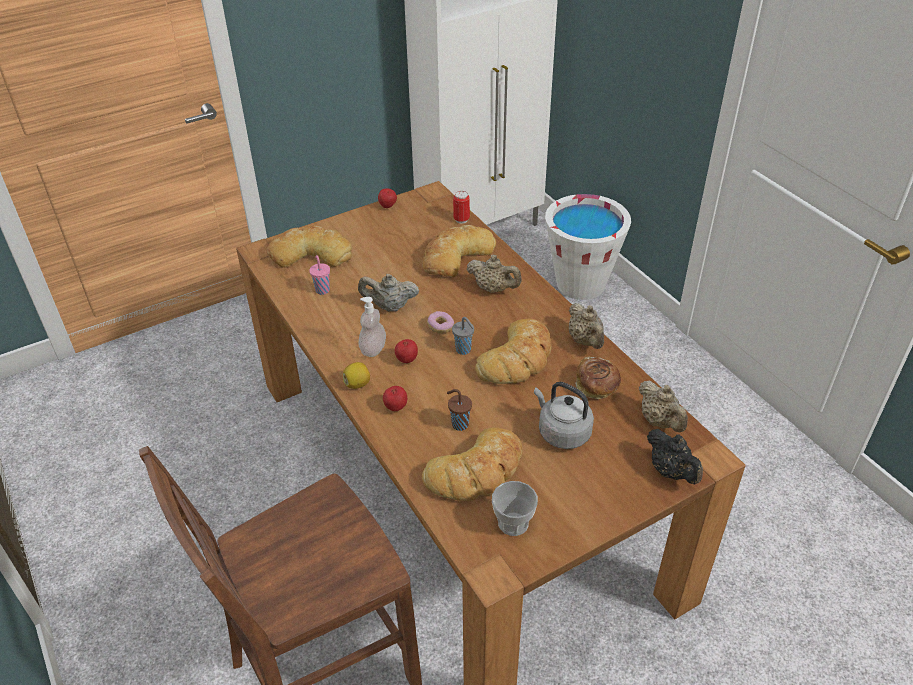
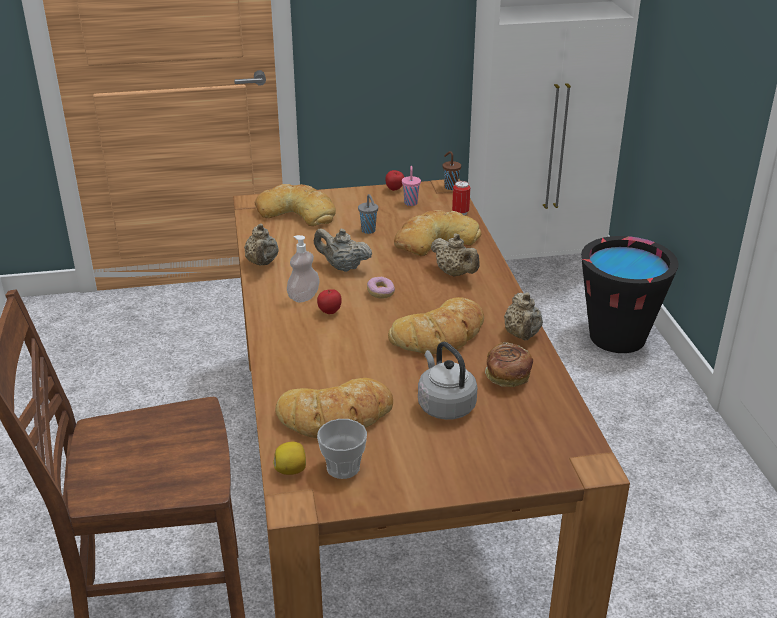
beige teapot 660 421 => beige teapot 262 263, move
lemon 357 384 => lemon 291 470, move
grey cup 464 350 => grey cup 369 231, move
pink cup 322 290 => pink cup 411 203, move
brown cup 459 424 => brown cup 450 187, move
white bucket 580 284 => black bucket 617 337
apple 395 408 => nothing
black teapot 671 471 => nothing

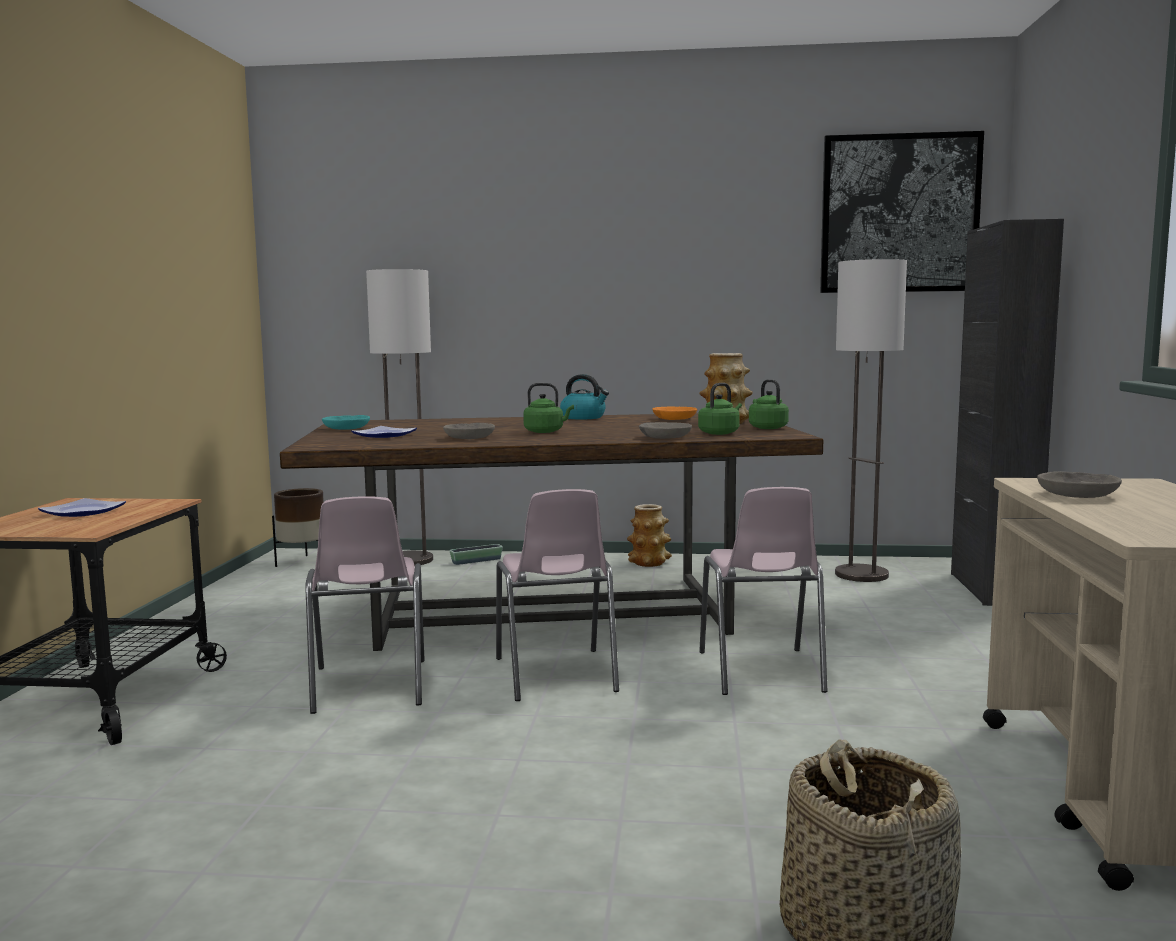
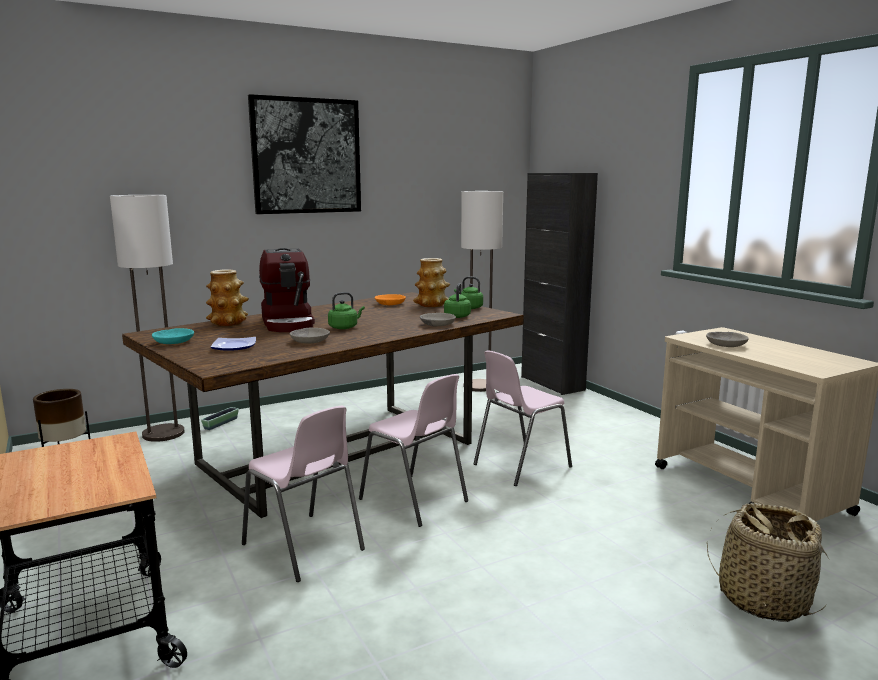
vase 649 563 => vase 228 323, move
picture 899 214 => picture 306 156, move
nothing => coffee machine 289 323
pink chair 760 672 => pink chair 520 465, 90 degrees clockwise
plate 81 512 => nothing
kettle 584 417 => nothing

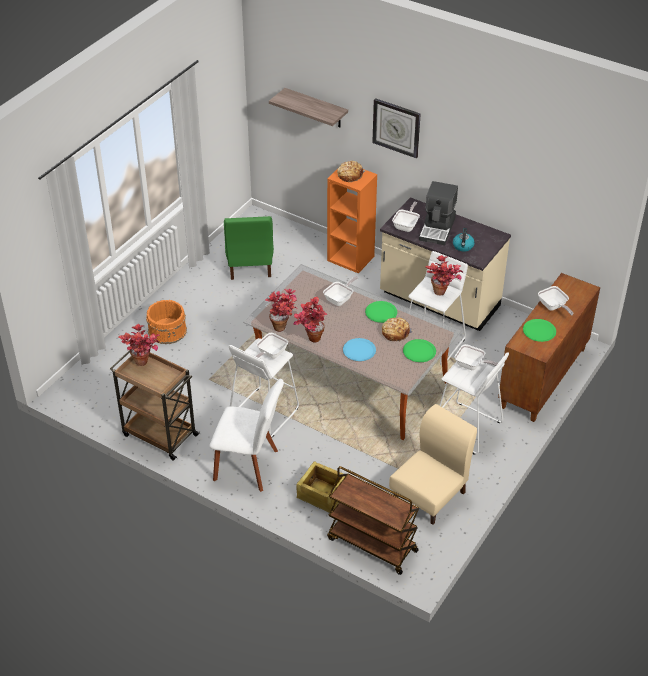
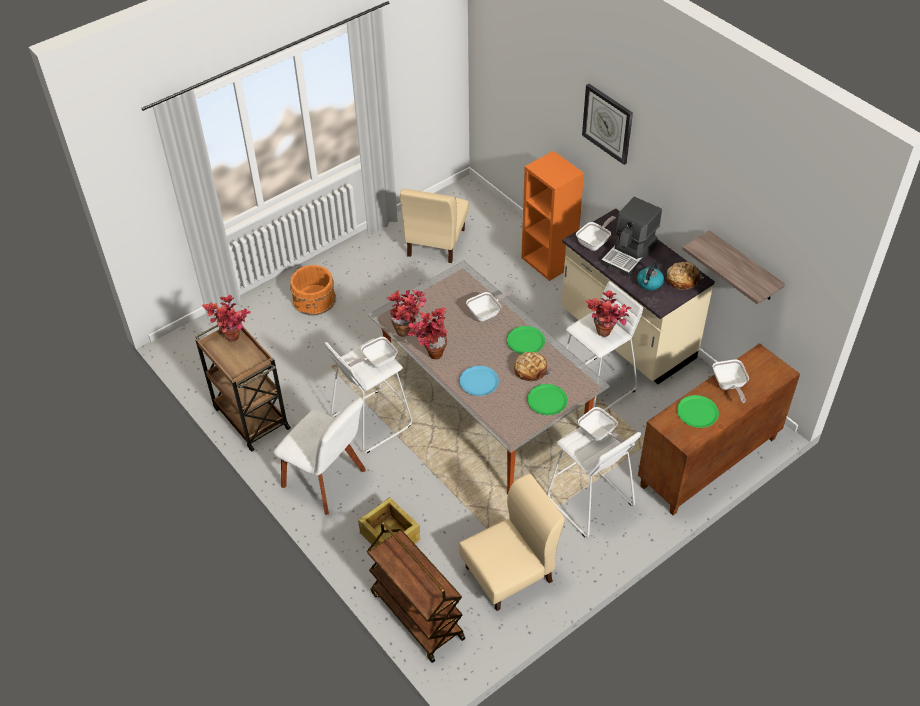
green chair 250 264 => beige chair 435 242
bread 350 175 => bread 682 279, move
shelf 316 108 => shelf 743 267, move

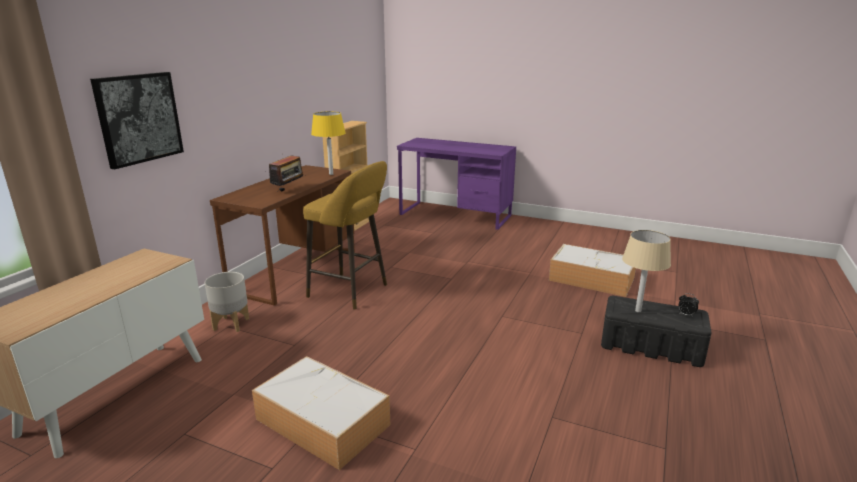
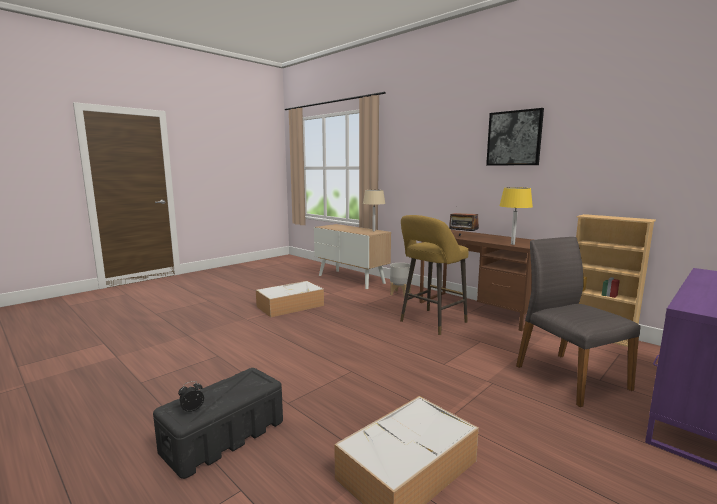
beige table lamp 638 311 => beige table lamp 373 231, move
picture 139 118 => picture 514 138, move
nothing => grey chair 569 377

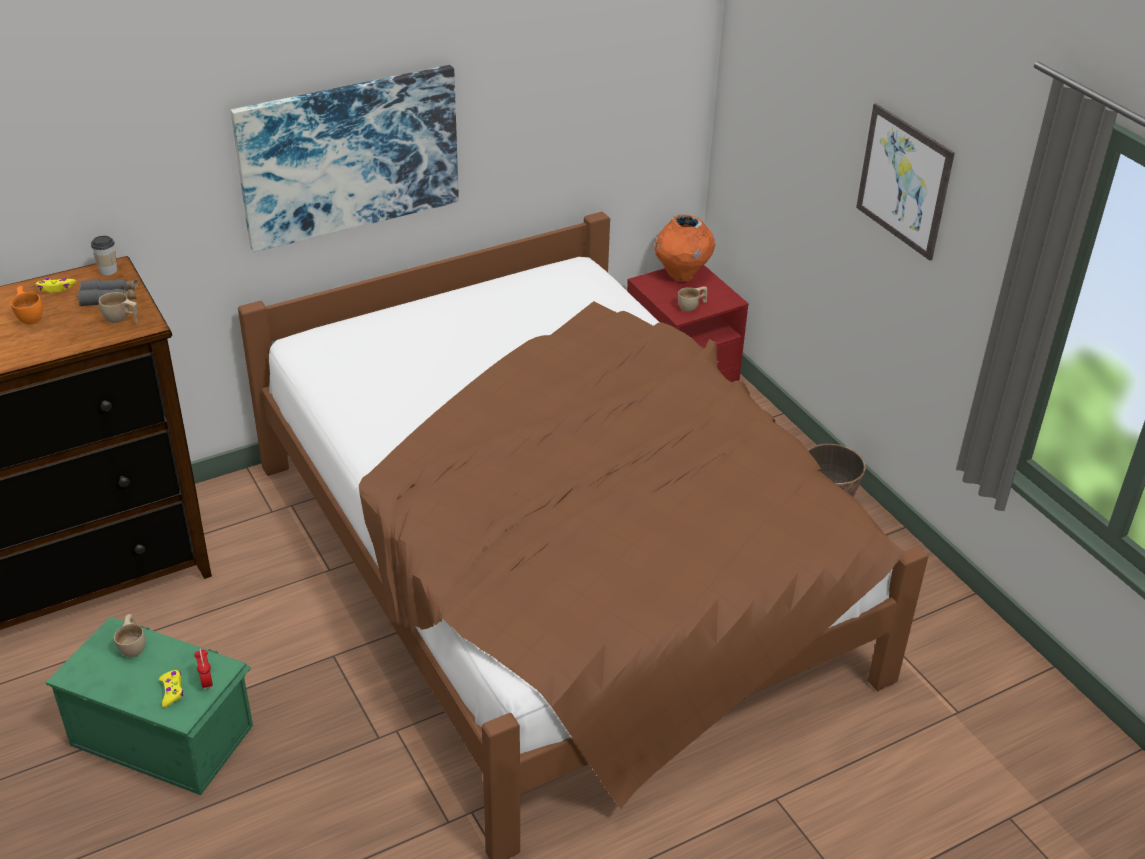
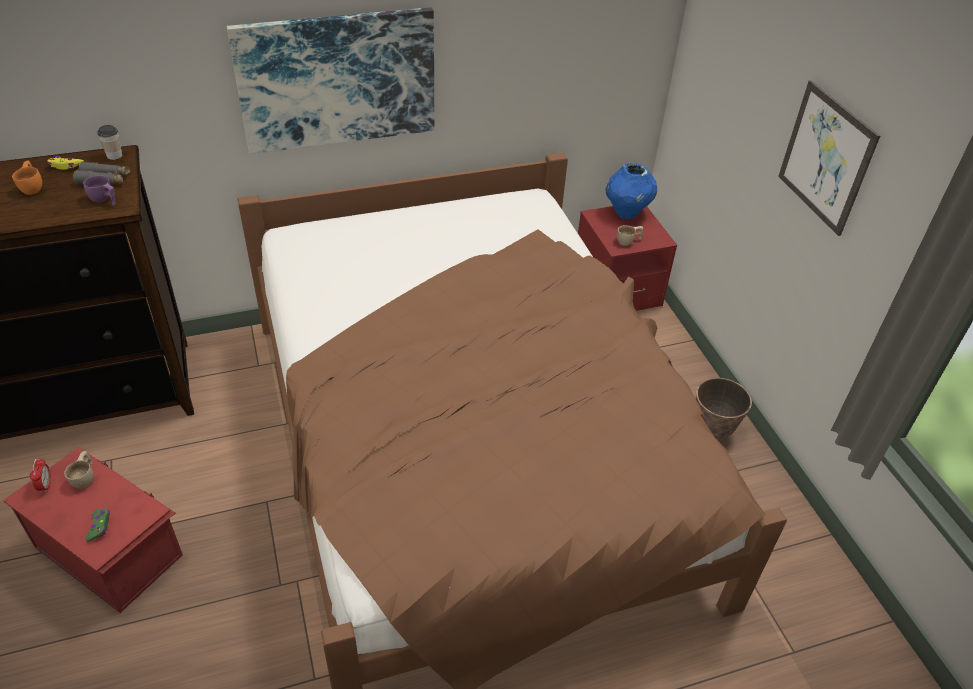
green storage box 163 733 => red storage box 109 549
alarm clock 206 682 => alarm clock 45 485, move
beige cup 121 320 => purple cup 104 200
yellow game controller 172 691 => green game controller 99 526
orange vase 681 274 => blue vase 626 213

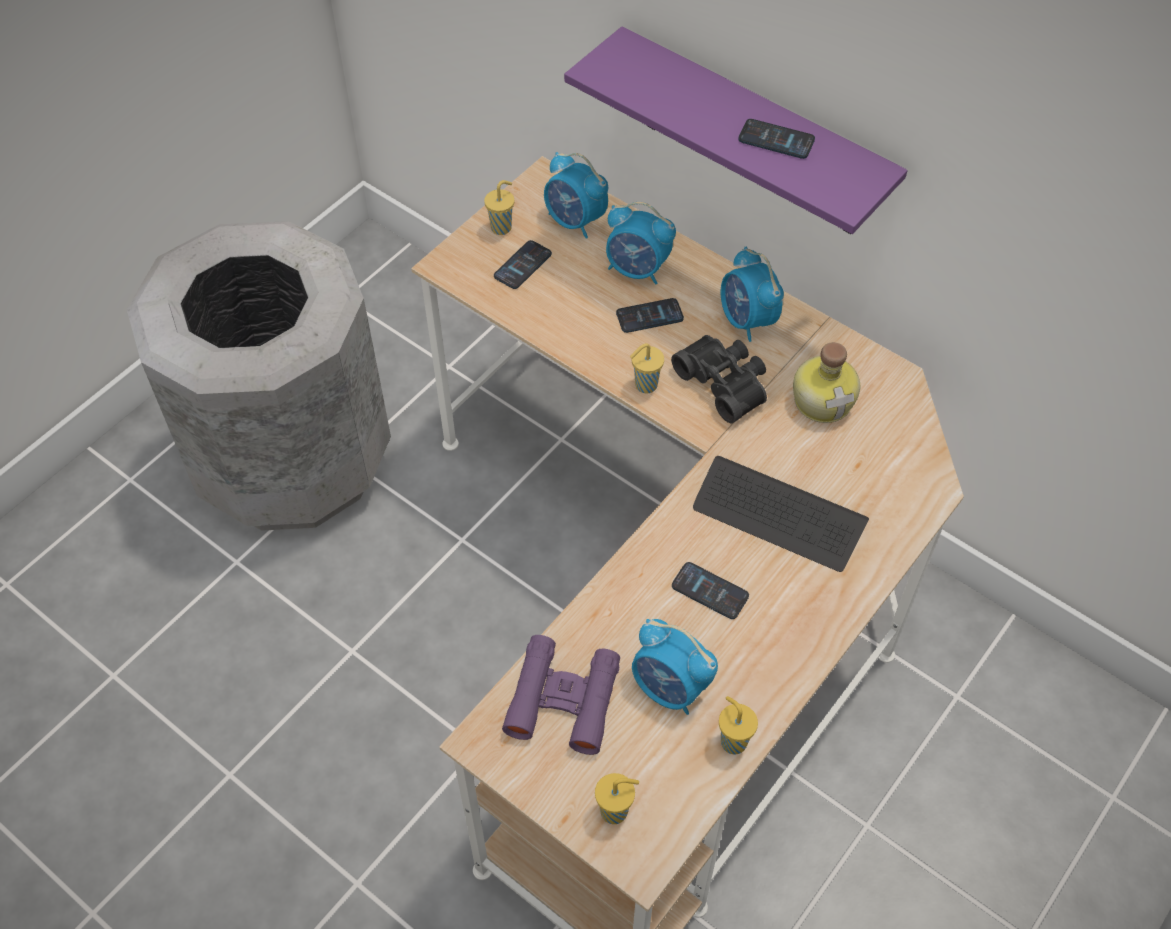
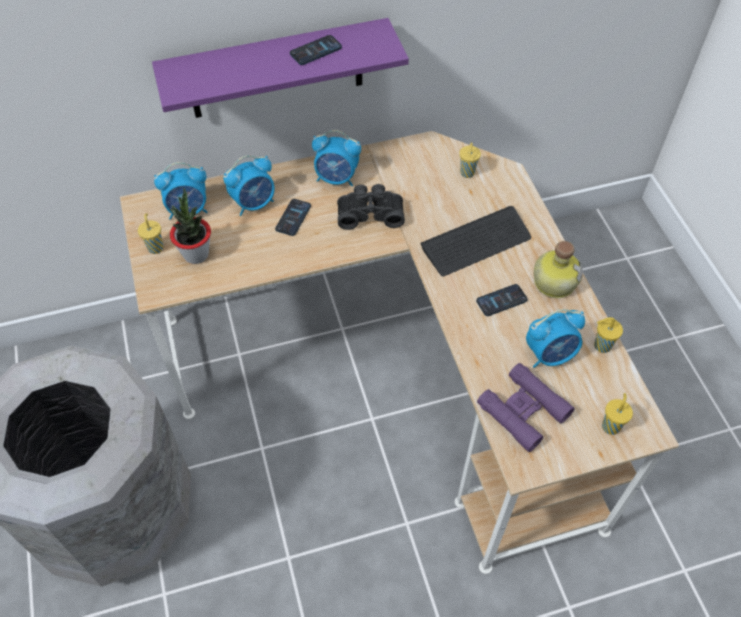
phone 522 265 => potted plant 196 254
yellow cup 644 385 => yellow cup 467 173, move
bottle 823 400 => bottle 553 281, move

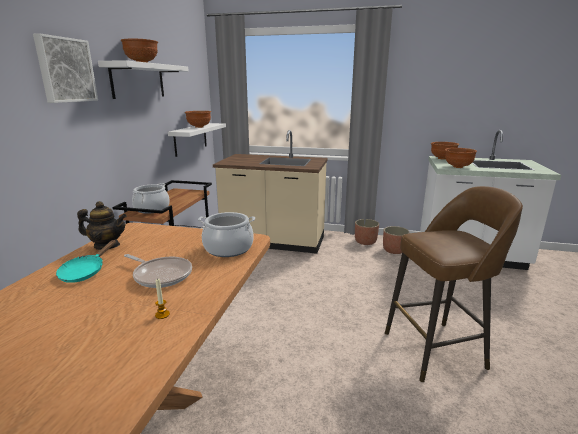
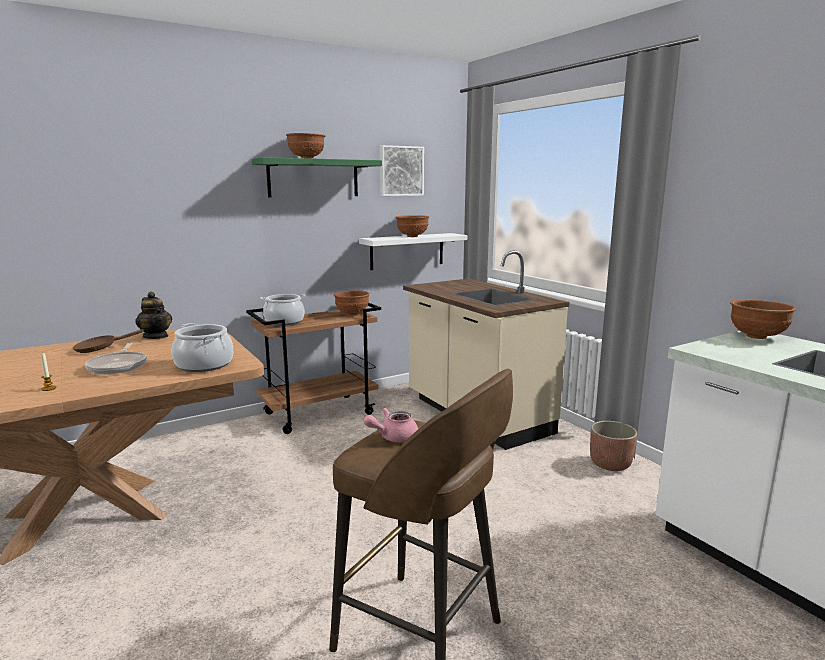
turquoise frying pan 85 272 => brown frying pan 100 349
white shelf 138 81 => green shelf 313 178
brown bowl 457 167 => brown bowl 352 314, move
nothing => pink teapot 393 437
picture 65 70 => picture 400 171, move
planter 394 250 => nothing

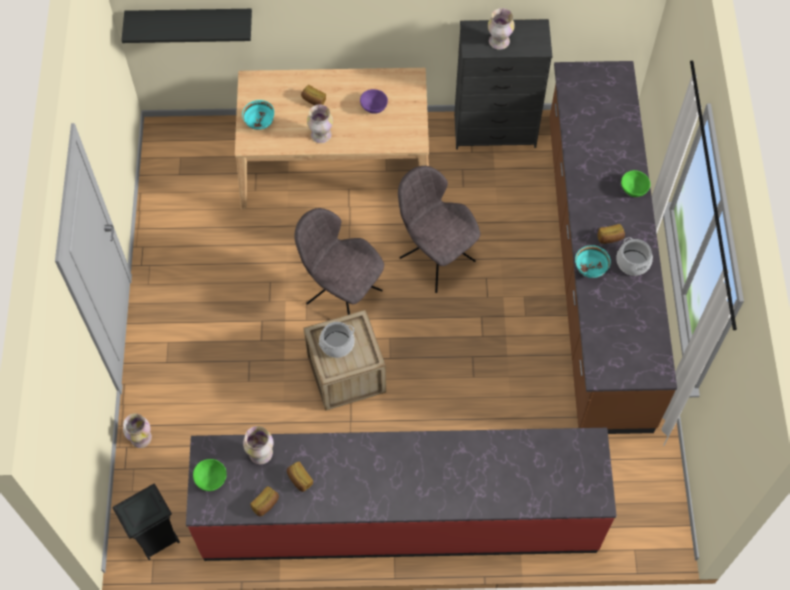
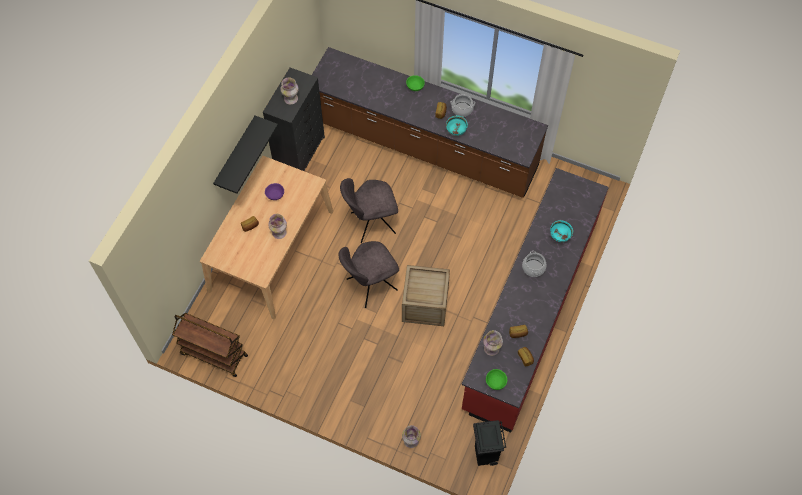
nothing => brown cart 213 355
black shelf 190 19 => black shelf 235 154, move
cooking pot 337 344 => cooking pot 533 268, move
turquoise bowl 260 124 => turquoise bowl 560 236, move

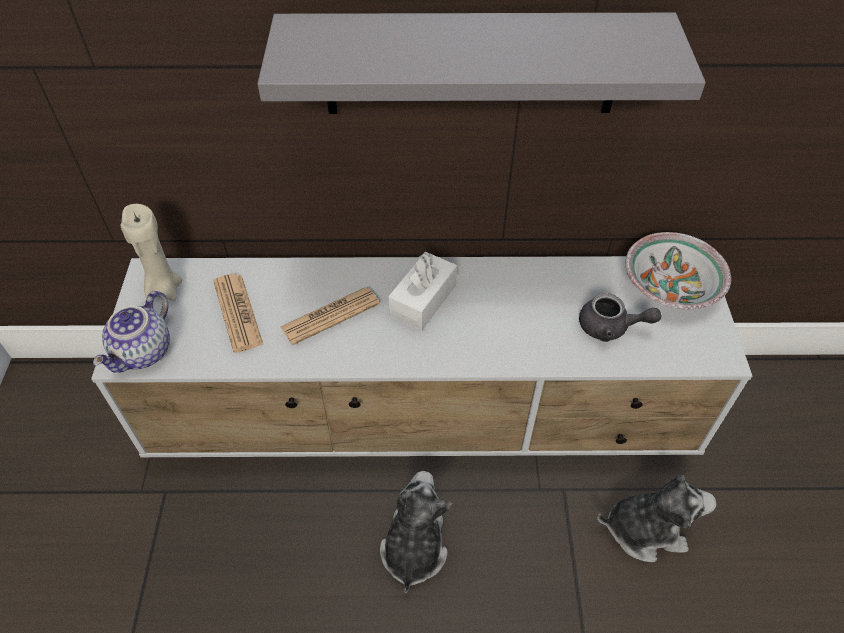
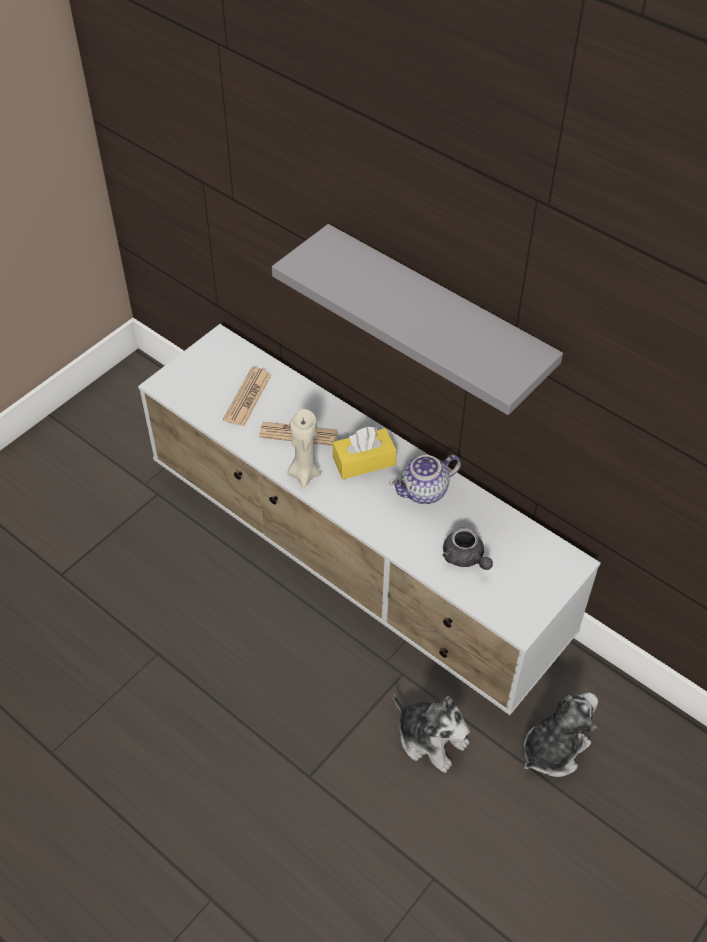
beige candle 164 289 => beige candle 304 473, move
white tissue box 423 300 => yellow tissue box 364 461
teapot 144 353 => teapot 424 492, move
plush toy 413 548 => plush toy 553 749, move
bowl 670 288 => nothing

